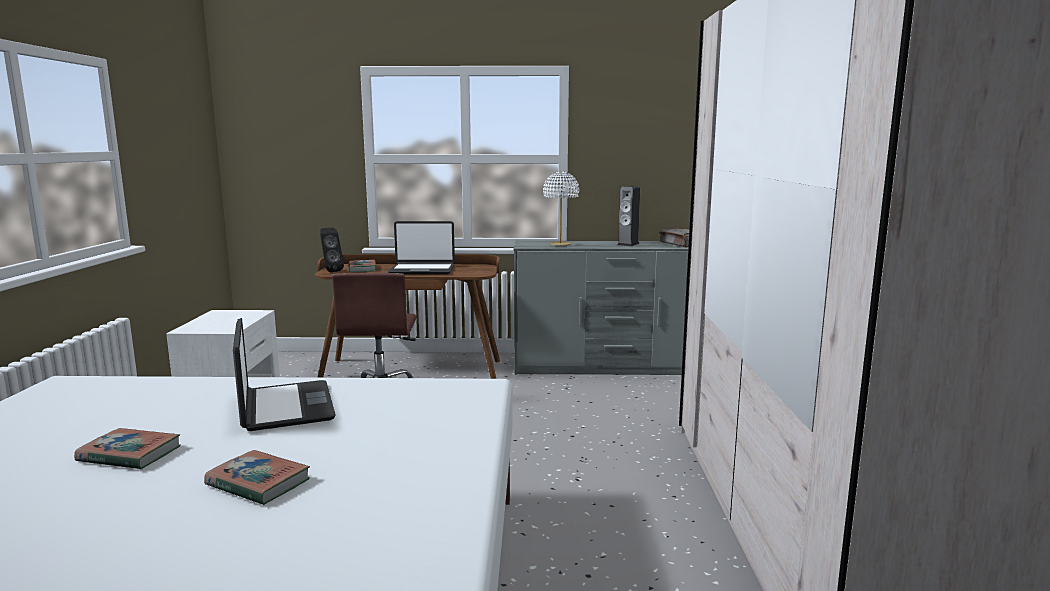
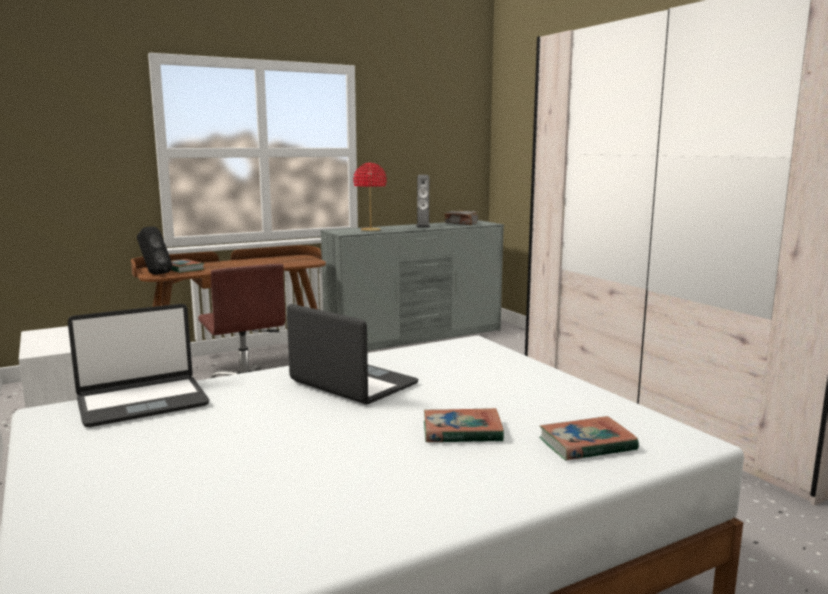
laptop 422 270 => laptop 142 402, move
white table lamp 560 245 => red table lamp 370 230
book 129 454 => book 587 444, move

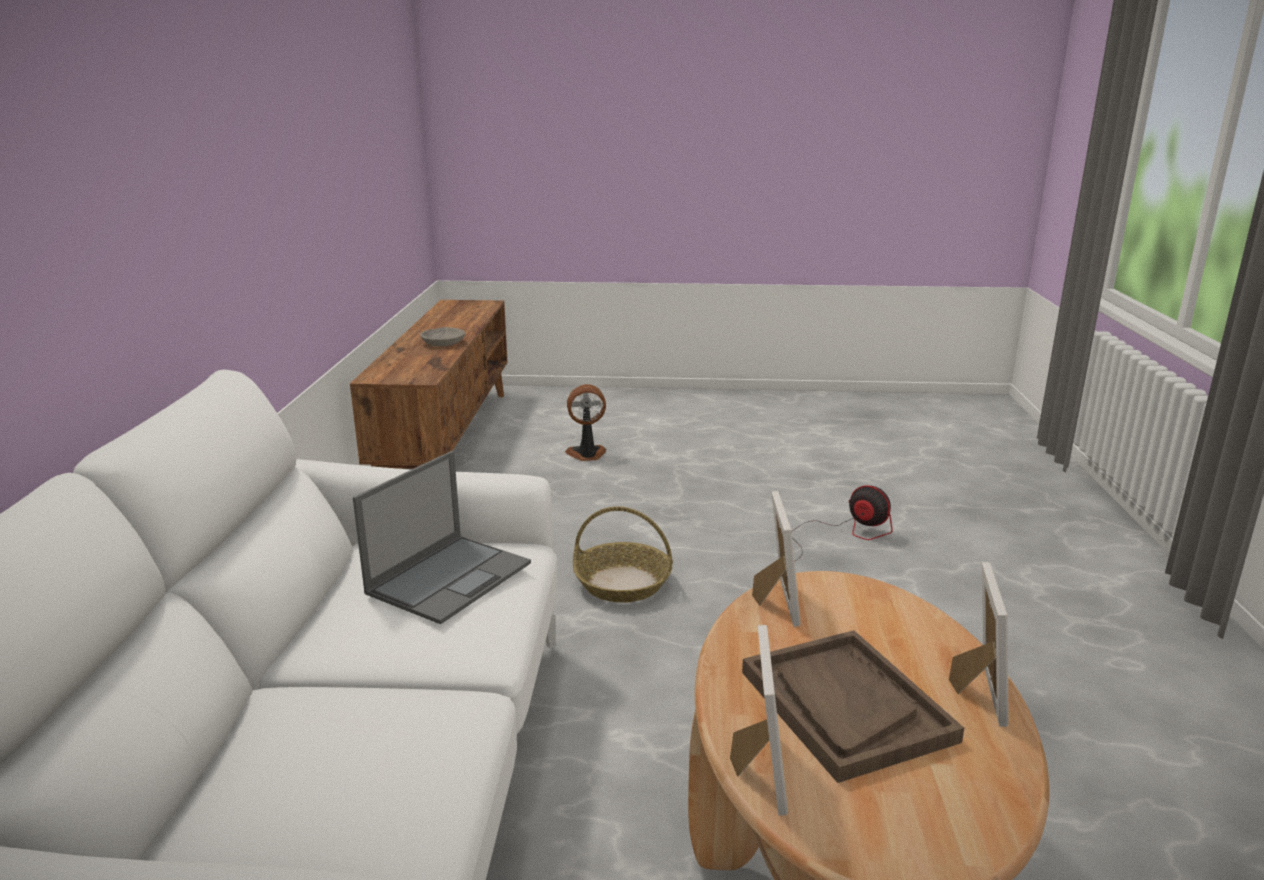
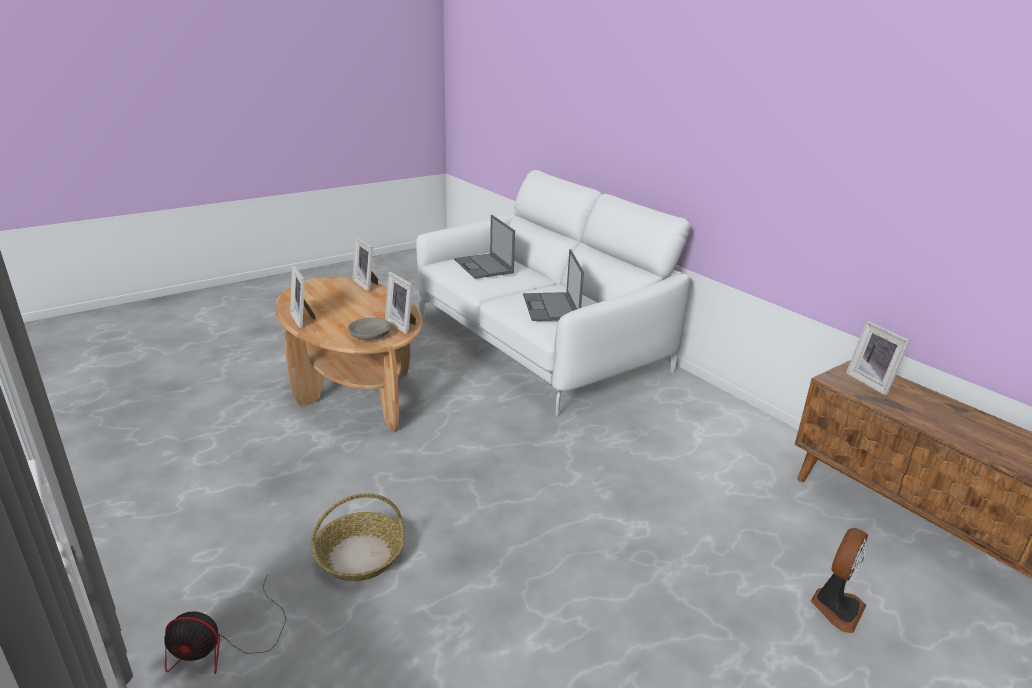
fan 845 534 => fan 224 645, move
basket 623 583 => basket 359 556, move
grey bowl 443 343 => grey bowl 370 335, move
nothing => laptop 484 266
nothing => picture frame 872 382
brown tray 845 705 => nothing

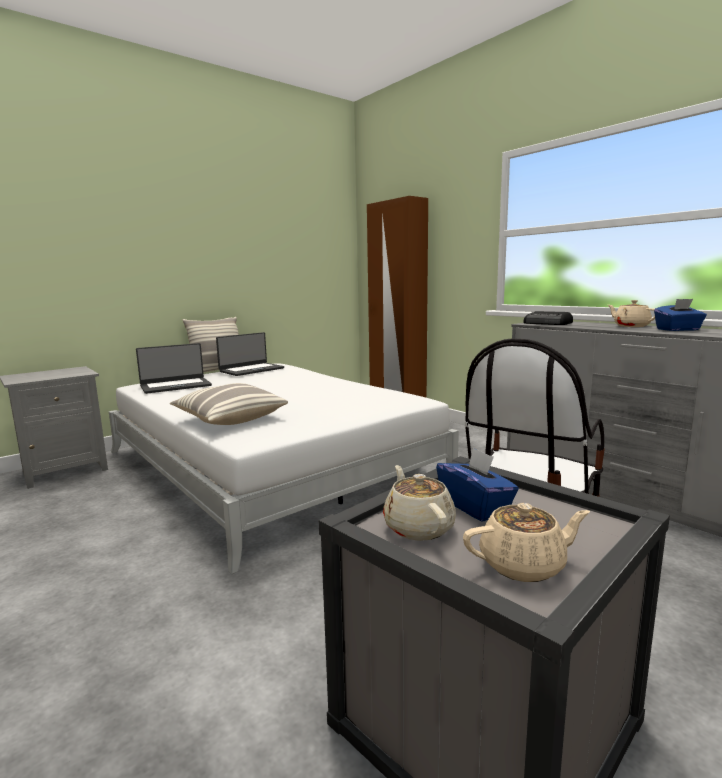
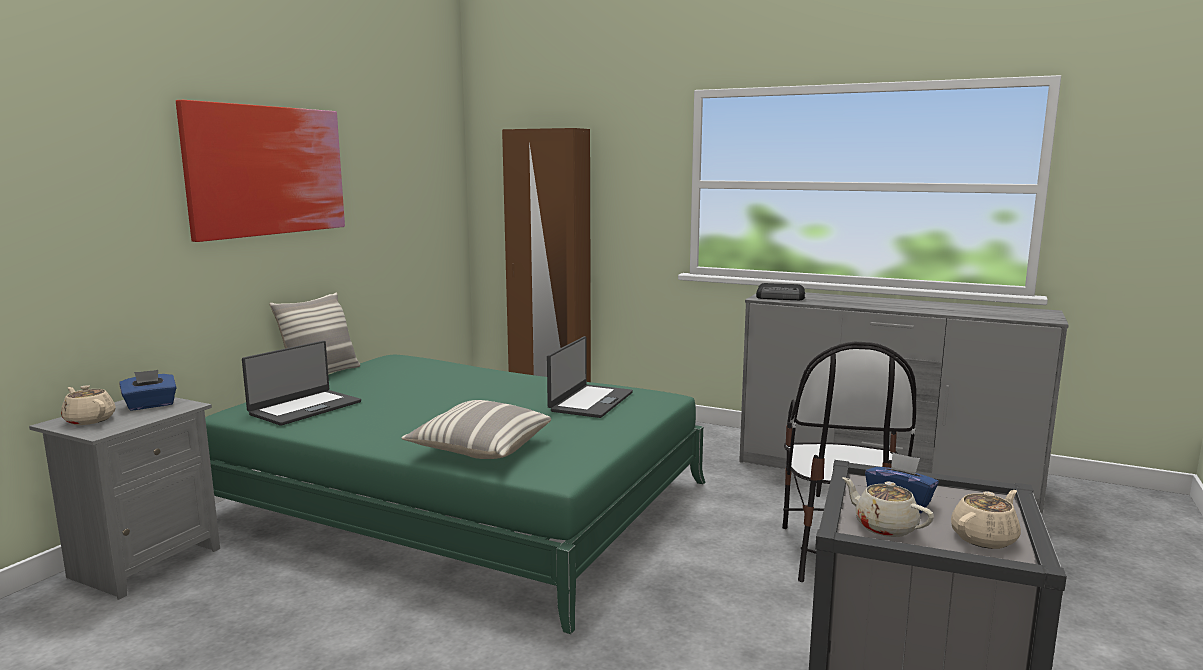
beige teapot 630 326 => beige teapot 89 420, move
blue tissue box 678 330 => blue tissue box 150 405, move
nothing => picture 267 170
white bed 269 464 => green bed 460 501
laptop 251 370 => laptop 590 401, move

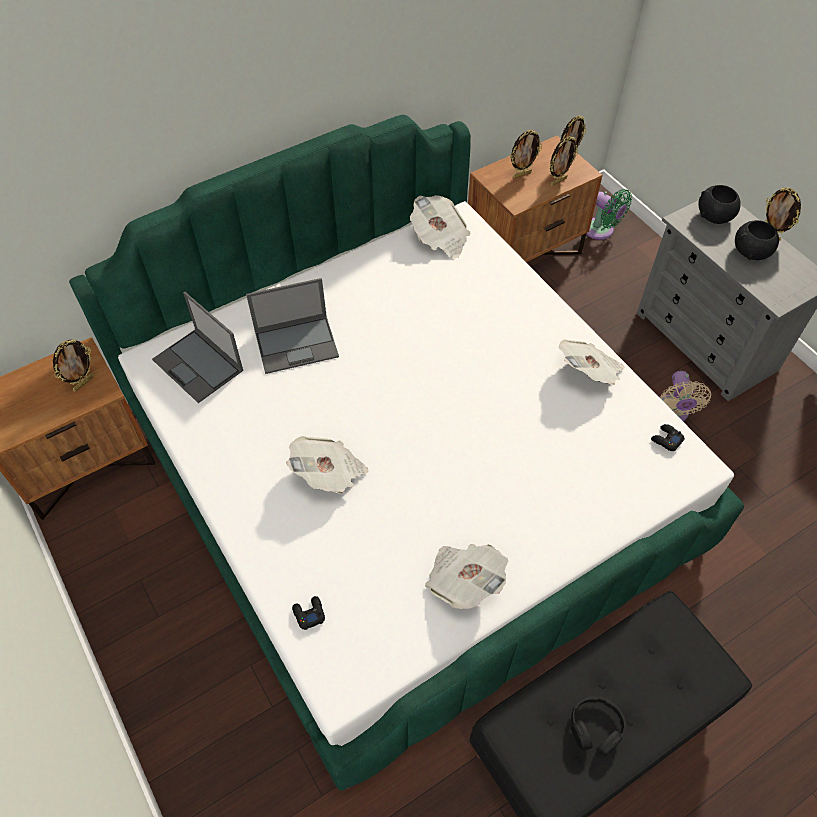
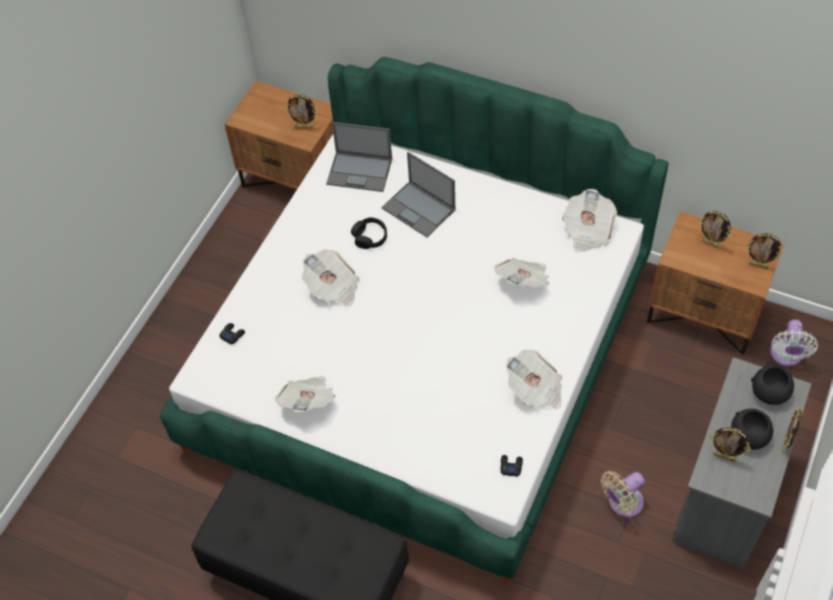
laptop 199 365 => laptop 360 171, 90 degrees counterclockwise
black headphones 595 727 => black headphones 370 237, move
nothing => newspaper 523 281
picture frame 558 181 => picture frame 724 457, move
green fan 601 231 => white fan 786 356

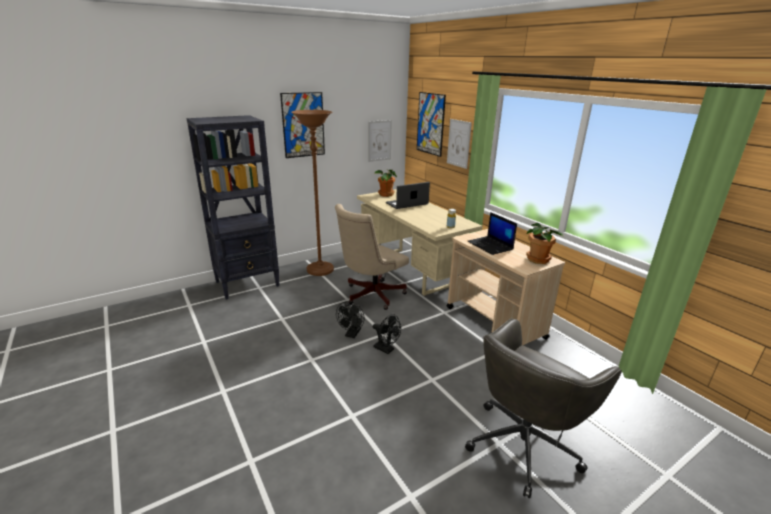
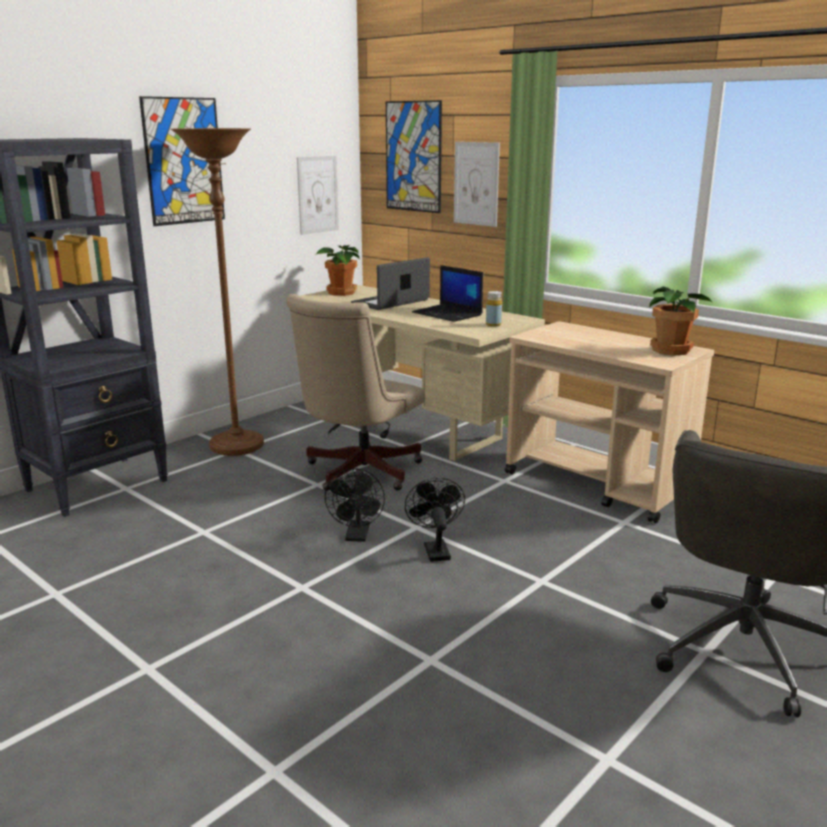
black fan 386 349 => black fan 435 549, 120 degrees counterclockwise
laptop 490 246 => laptop 448 314, move

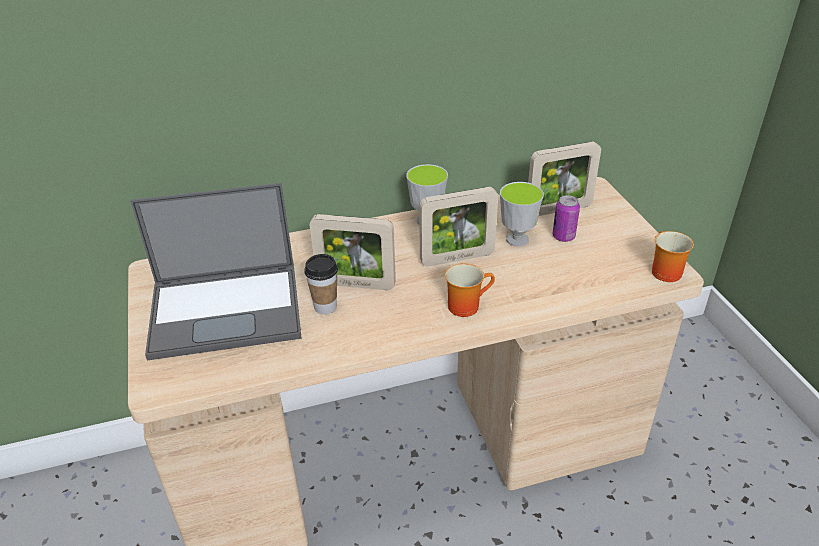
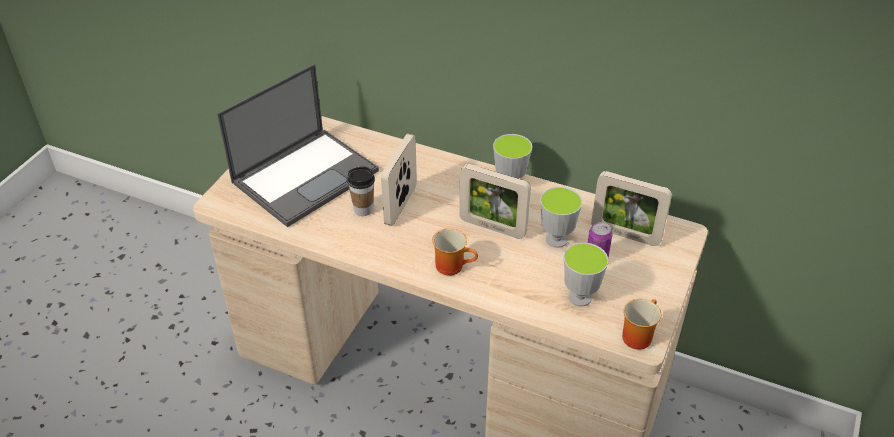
laptop 228 309 => laptop 306 175, 75 degrees counterclockwise
picture frame 356 284 => picture frame 401 205, 60 degrees clockwise
nothing => cup 580 297

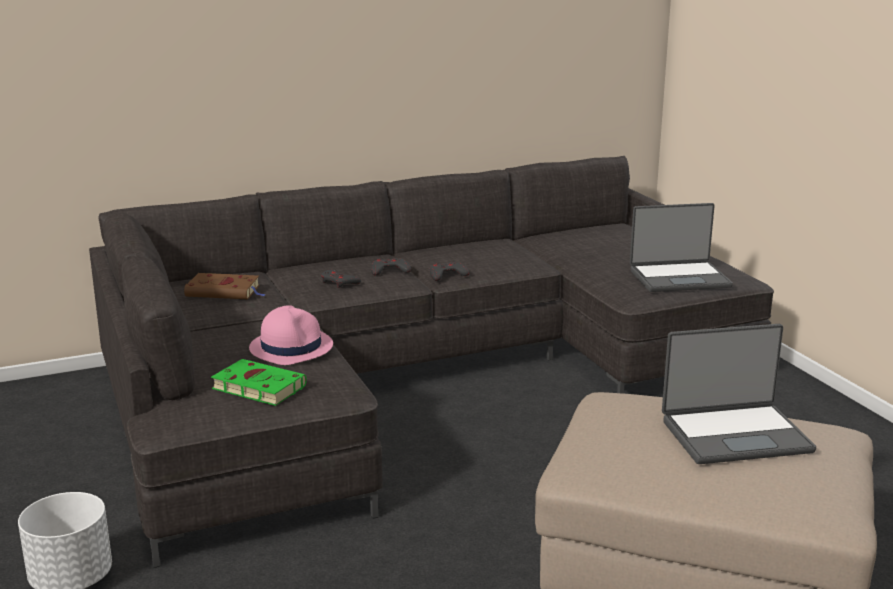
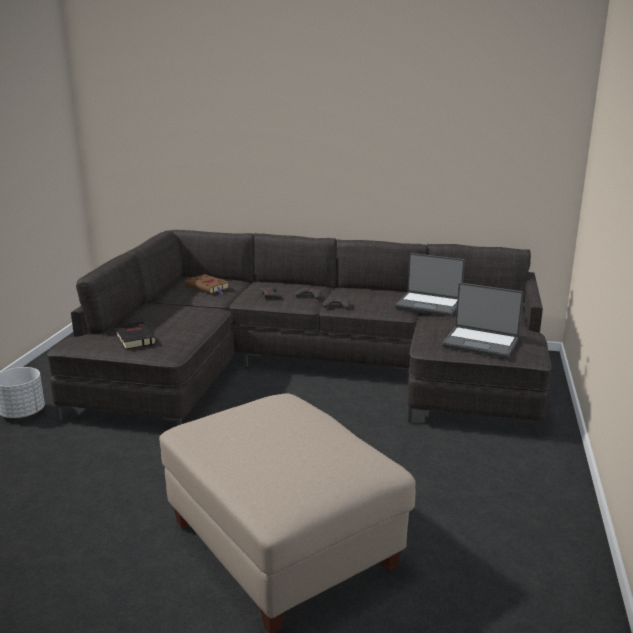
green book 256 387 => black book 134 338
laptop 734 435 => laptop 428 305, move
pink hat 291 347 => nothing

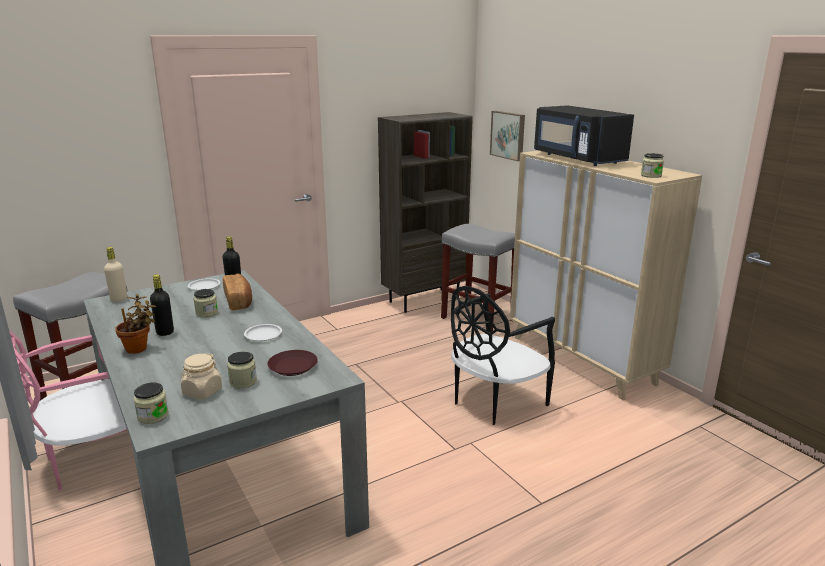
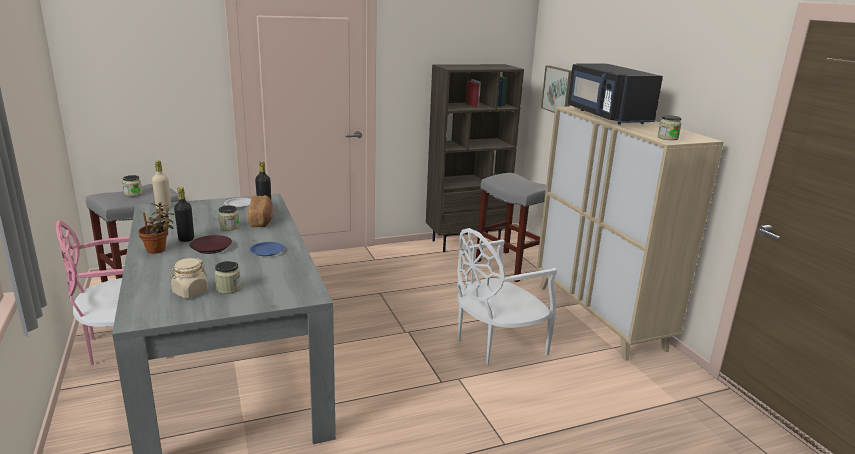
jar 153 416 => jar 133 194, move
brown plate 293 366 => brown plate 211 247, move
white plate 263 335 => blue plate 266 251
black chair 494 401 => white chair 496 344

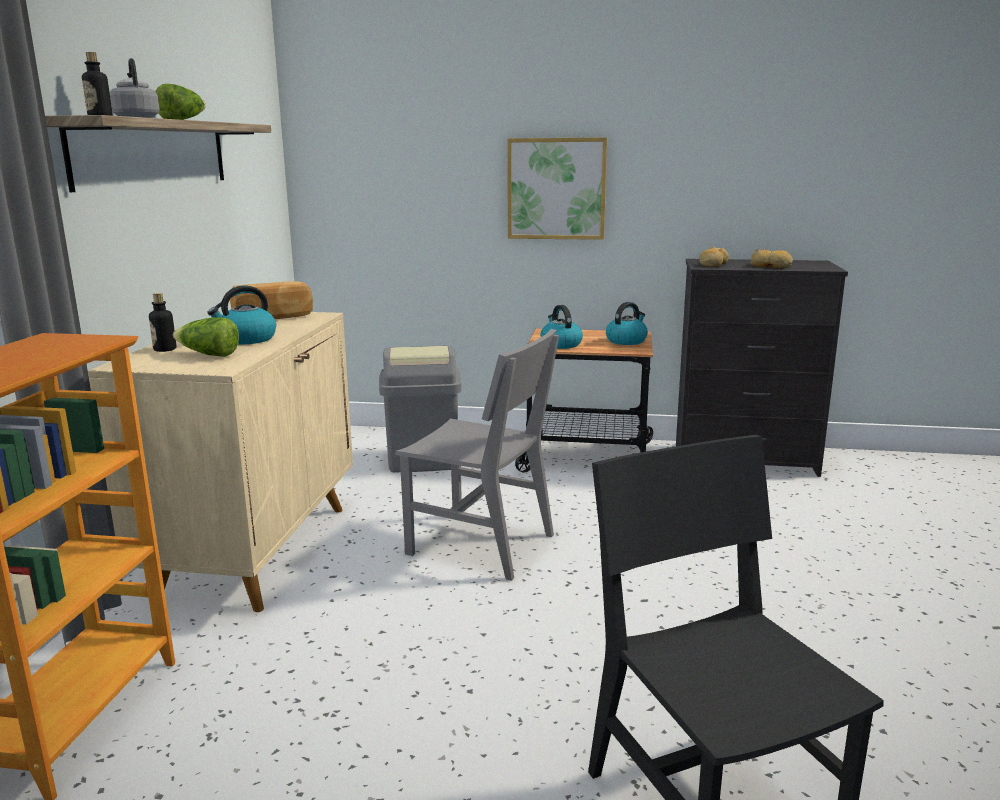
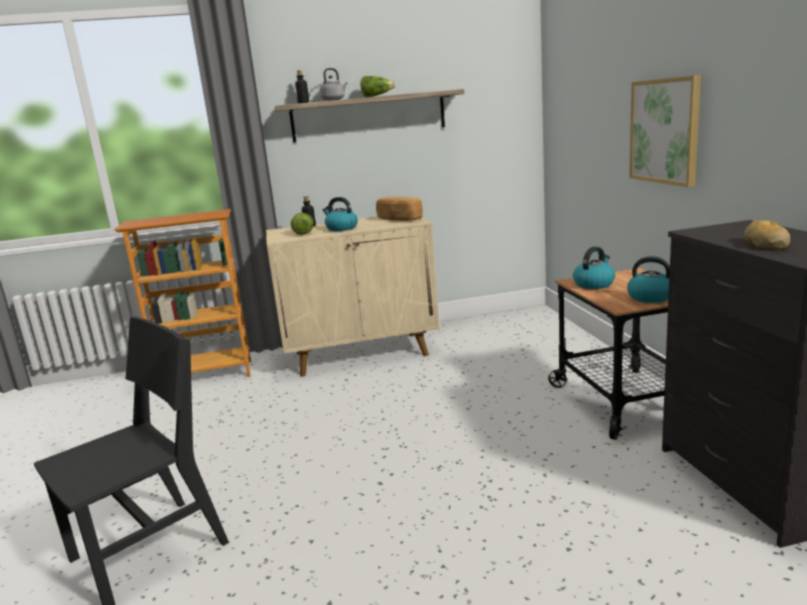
grey trash can 423 460 => nothing
grey chair 481 544 => nothing
bread 713 264 => nothing

